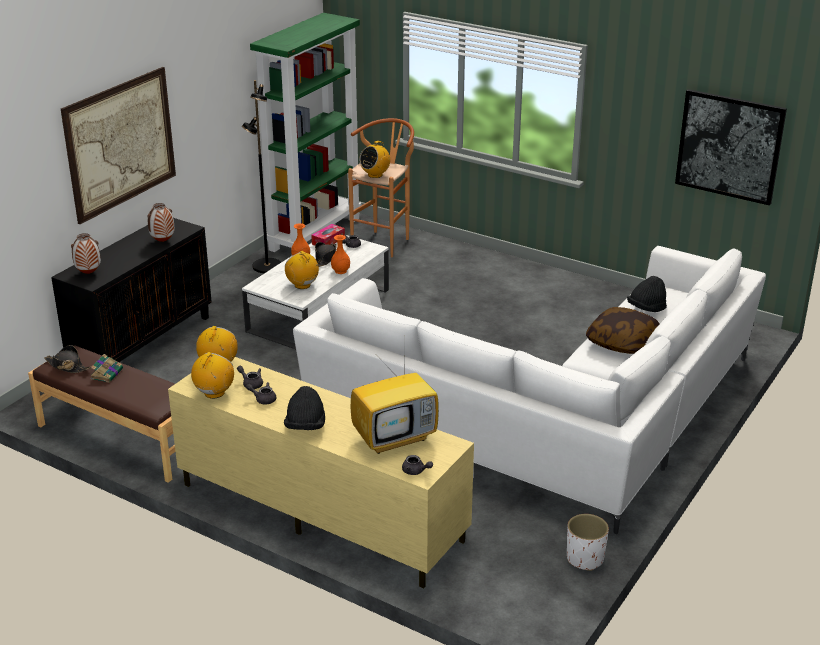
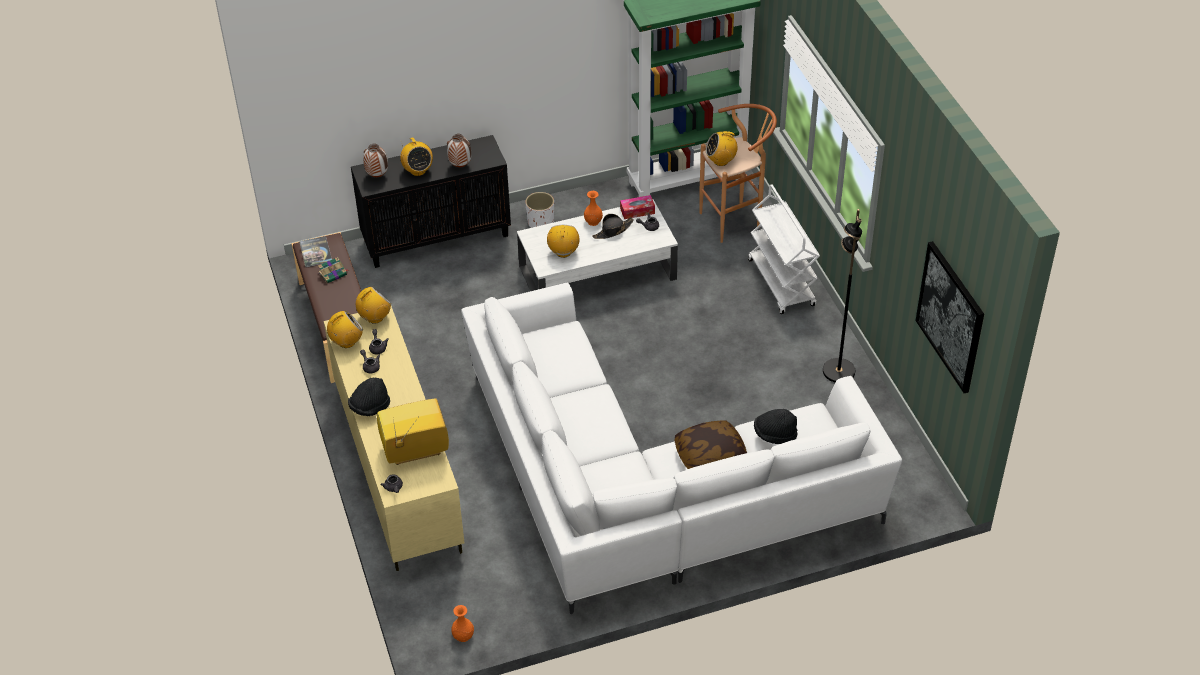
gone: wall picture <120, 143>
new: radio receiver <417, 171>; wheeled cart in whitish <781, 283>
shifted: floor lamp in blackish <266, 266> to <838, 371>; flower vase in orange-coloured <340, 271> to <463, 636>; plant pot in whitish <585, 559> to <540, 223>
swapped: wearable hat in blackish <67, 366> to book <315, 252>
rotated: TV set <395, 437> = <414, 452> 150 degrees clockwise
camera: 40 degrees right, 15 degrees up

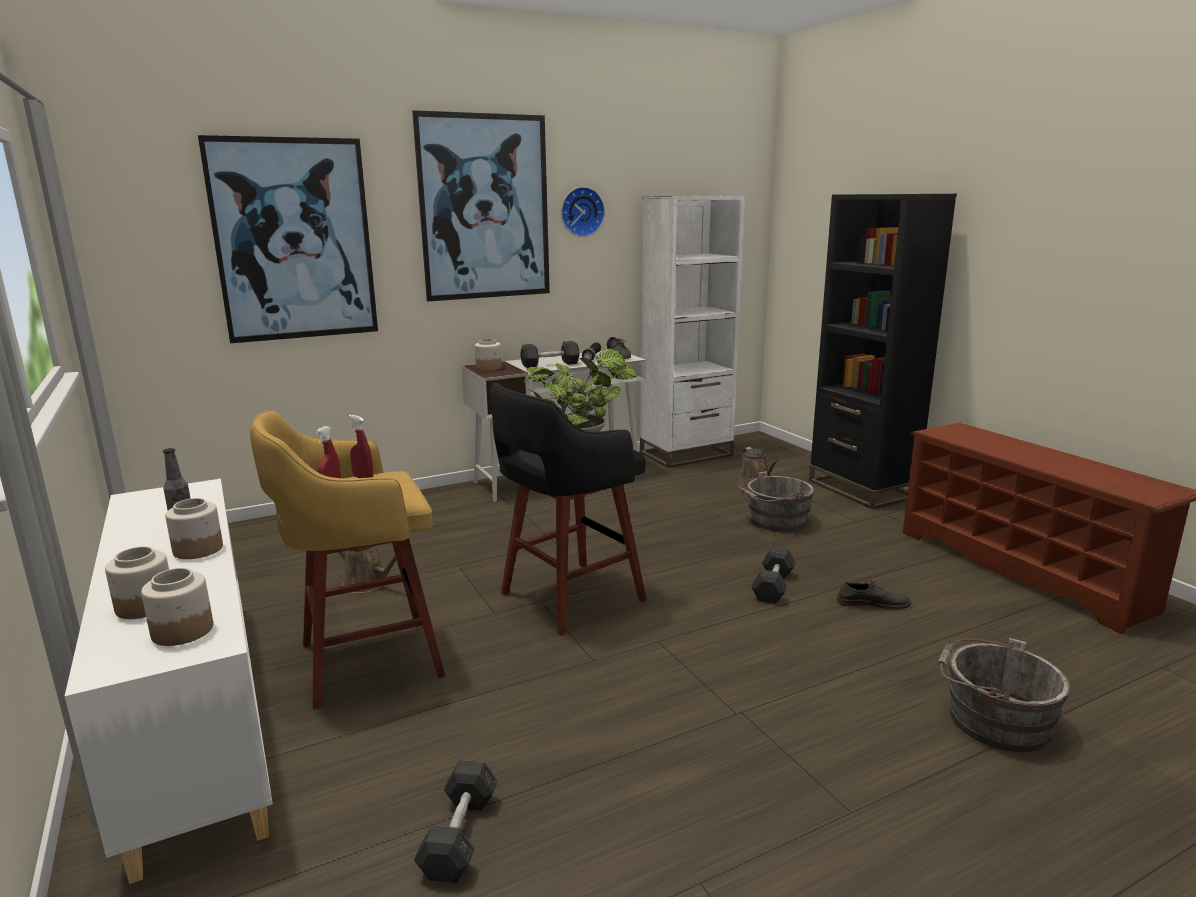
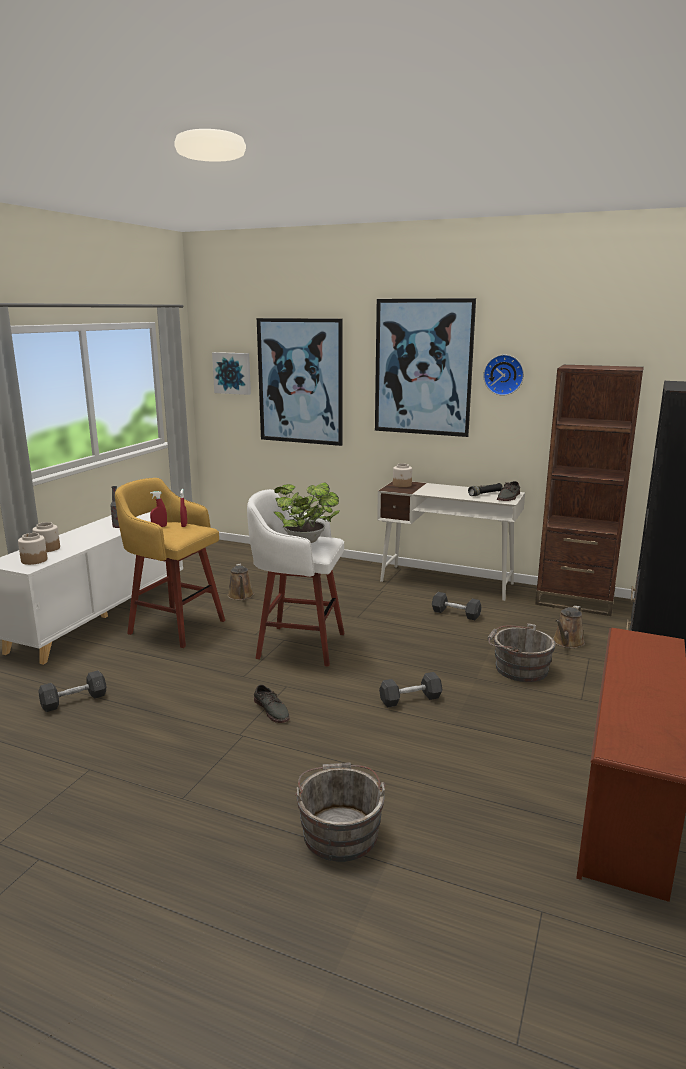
gone: preserve jar <198, 549>
new: wall picture <232, 373>
shifted: dumbbell in greyish <550, 364> to <455, 614>; low shoe in greyish <873, 603> to <272, 710>
repainted: bookcase in whitish <686, 454> to bookcase in brownish <575, 601>; stool seat in blackish <568, 598> to stool seat in whitish <298, 645>
camera: 50 degrees right, 0 degrees up

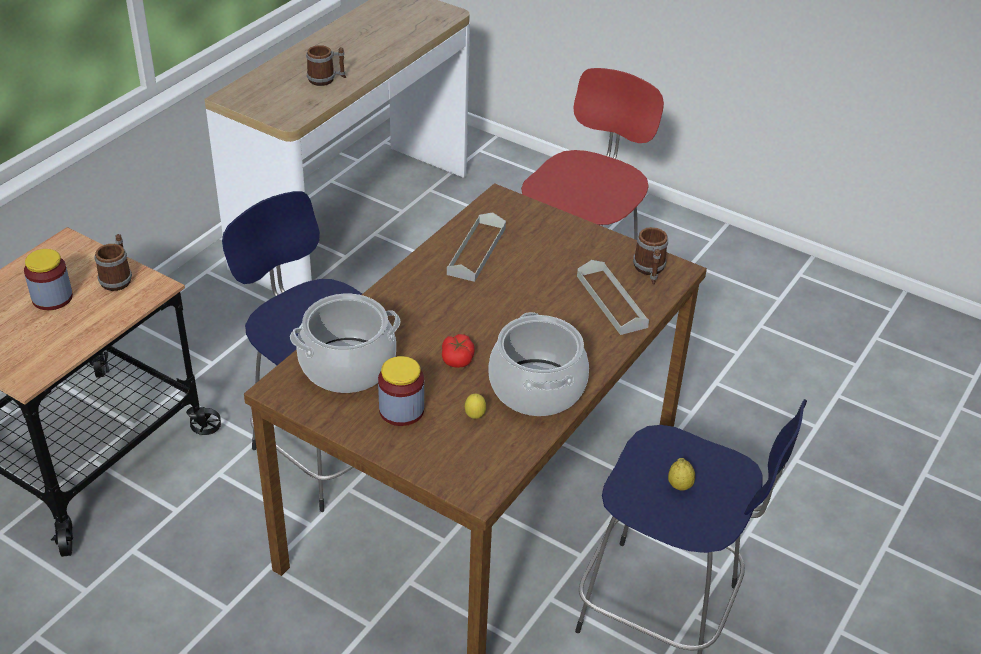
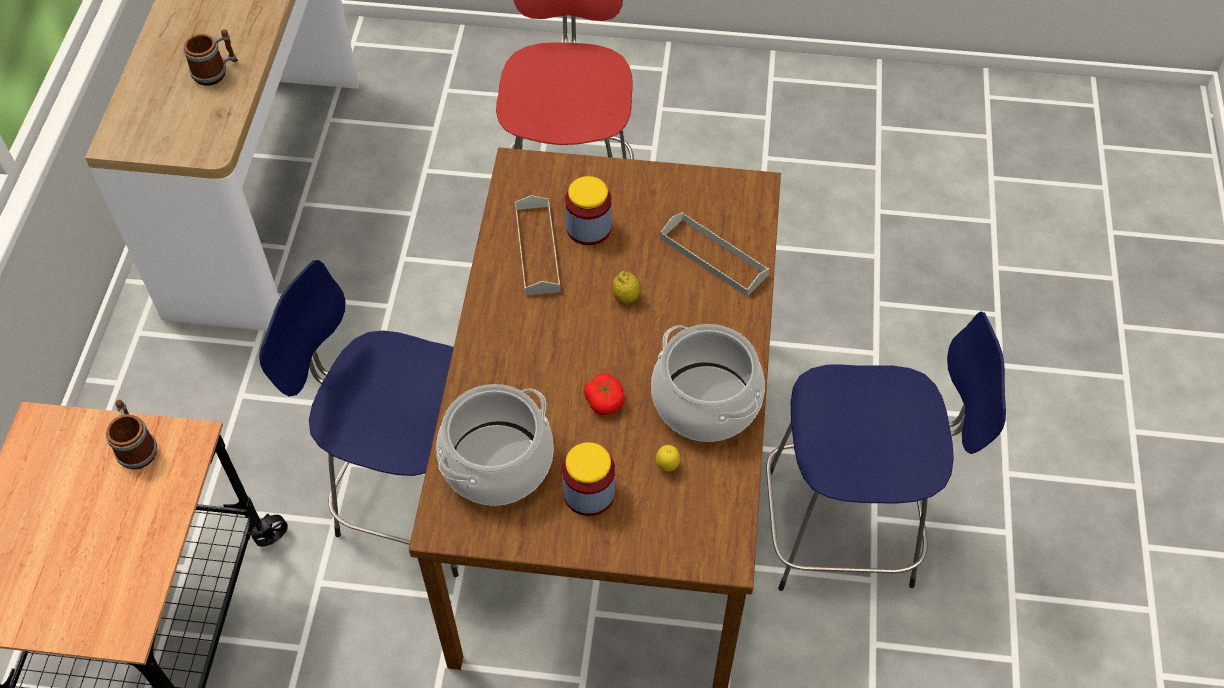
gone: mug <649, 270>
shifted: preserve jar <52, 298> to <588, 228>; whole lemon <679, 486> to <626, 297>
camera: 25 degrees left, 15 degrees up

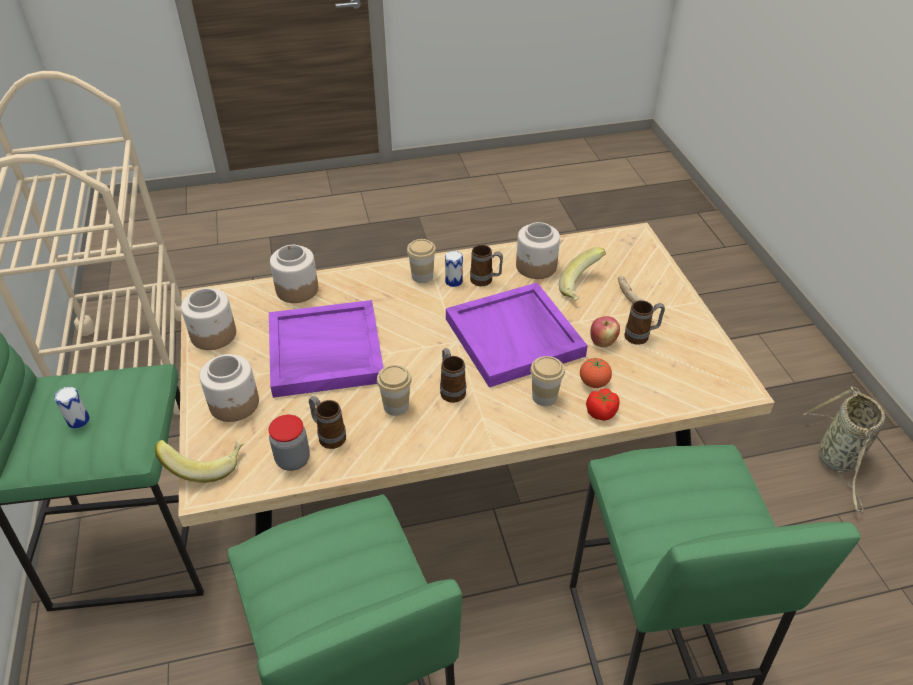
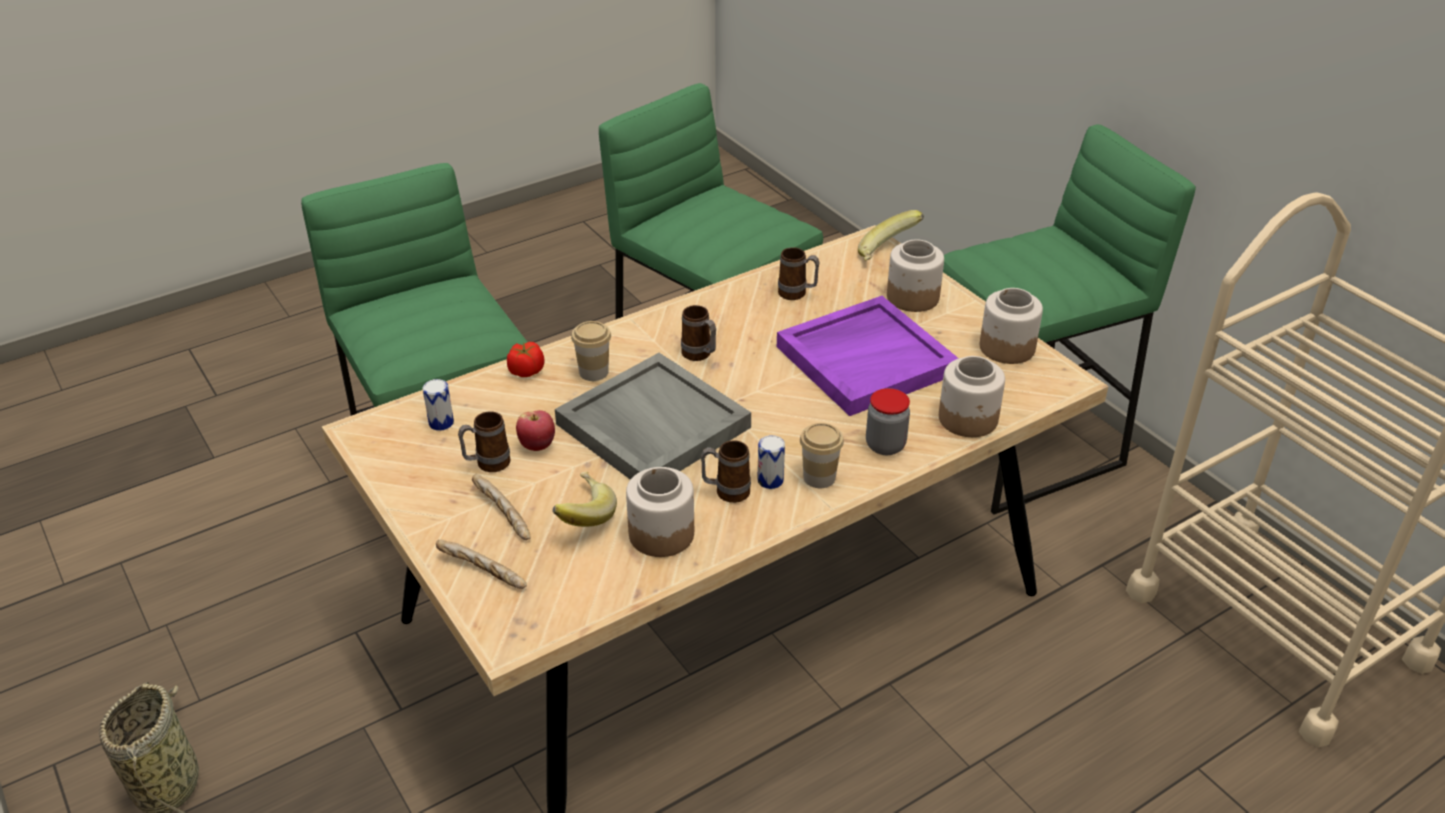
gone: fresh tomato <594, 383>; small cup <396, 406>
new: bread <482, 572>
shifted: metal can <78, 420> to <441, 423>; preserve jar <293, 460> to <885, 445>
repainted: tray in purplish <515, 337> to tray in greyish <651, 425>
camera: 160 degrees right, 5 degrees down

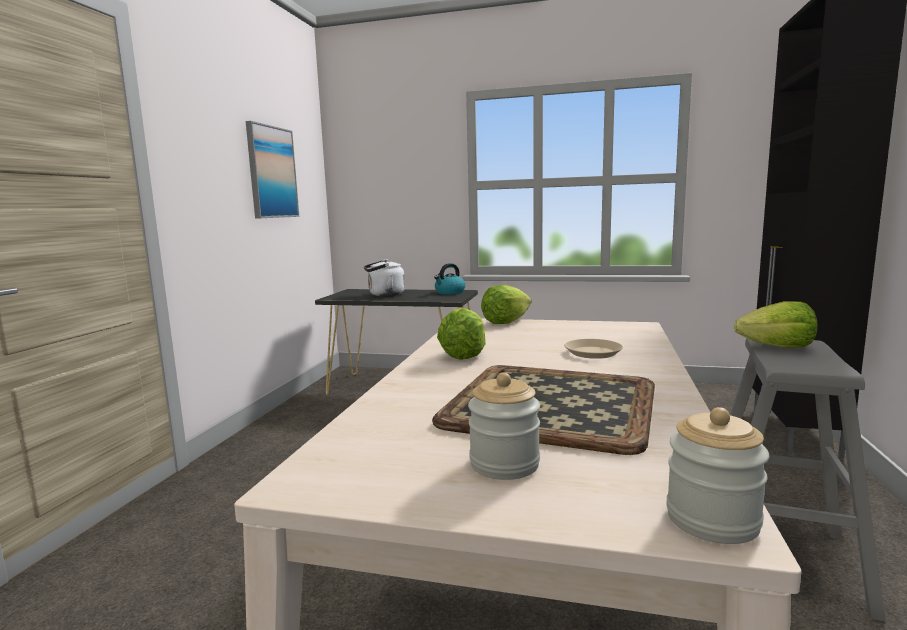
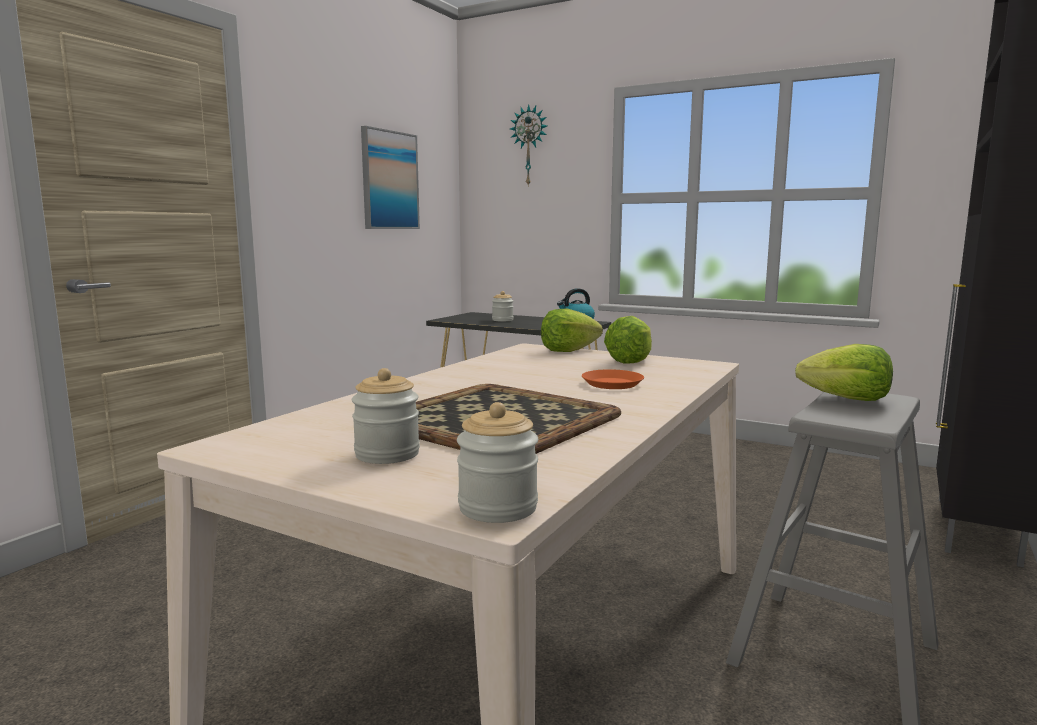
new: wall clock <530, 146>
shifted: head of lettuce <465, 354> to <630, 361>
swapped: kettle in whitish <384, 295> to preserve jar <502, 320>
repainted: plate in sand-coloured <593, 353> to plate in orange-coloured <612, 384>
camera: 15 degrees right, 0 degrees up

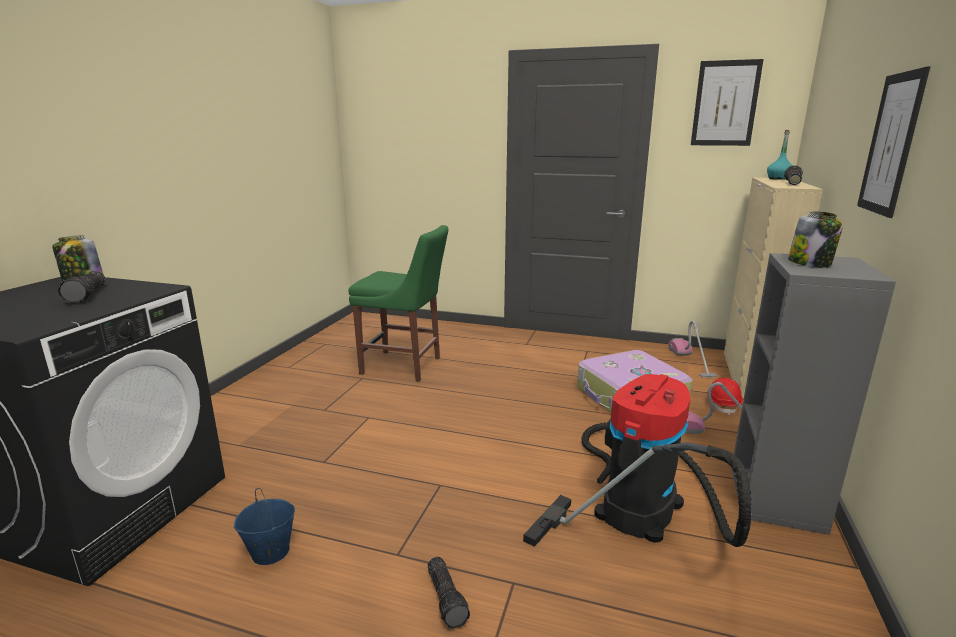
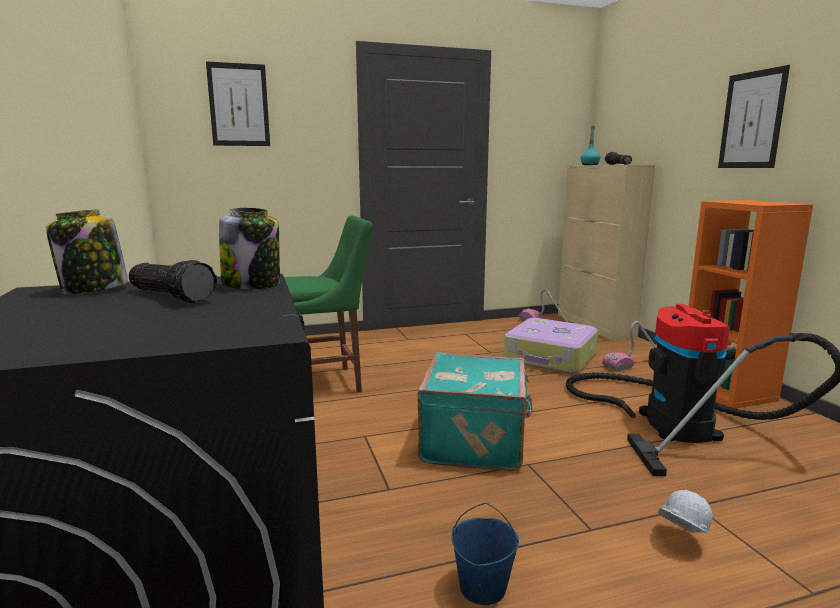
gone: hard hat in reddish <722, 404>
new: travel case in turquoise-coloured <476, 441>
shifted: wall picture <725, 103> to <239, 105>; preserve jar <810, 263> to <252, 284>
swapped: torch <447, 598> to hard hat in whitish <679, 539>
repainted: bookcase in greyish <777, 499> to bookcase in orange-coloured <728, 391>
camera: 35 degrees left, 5 degrees down

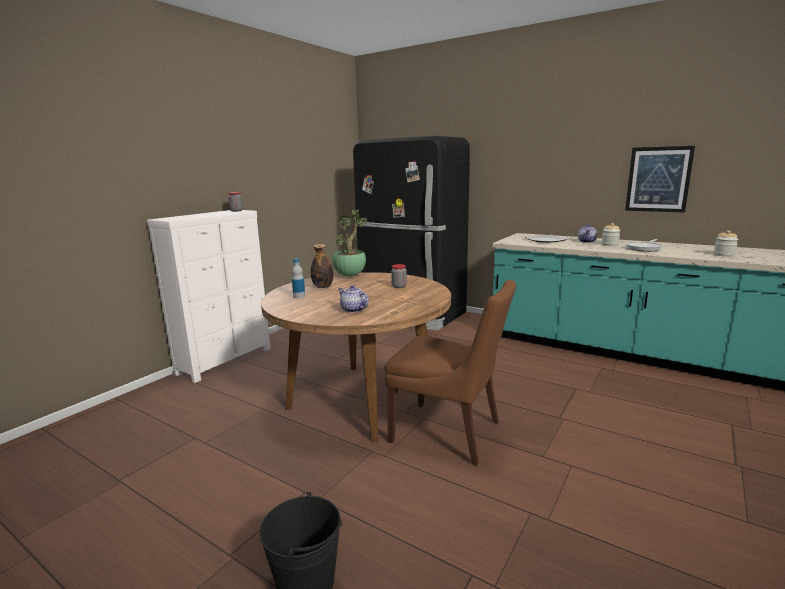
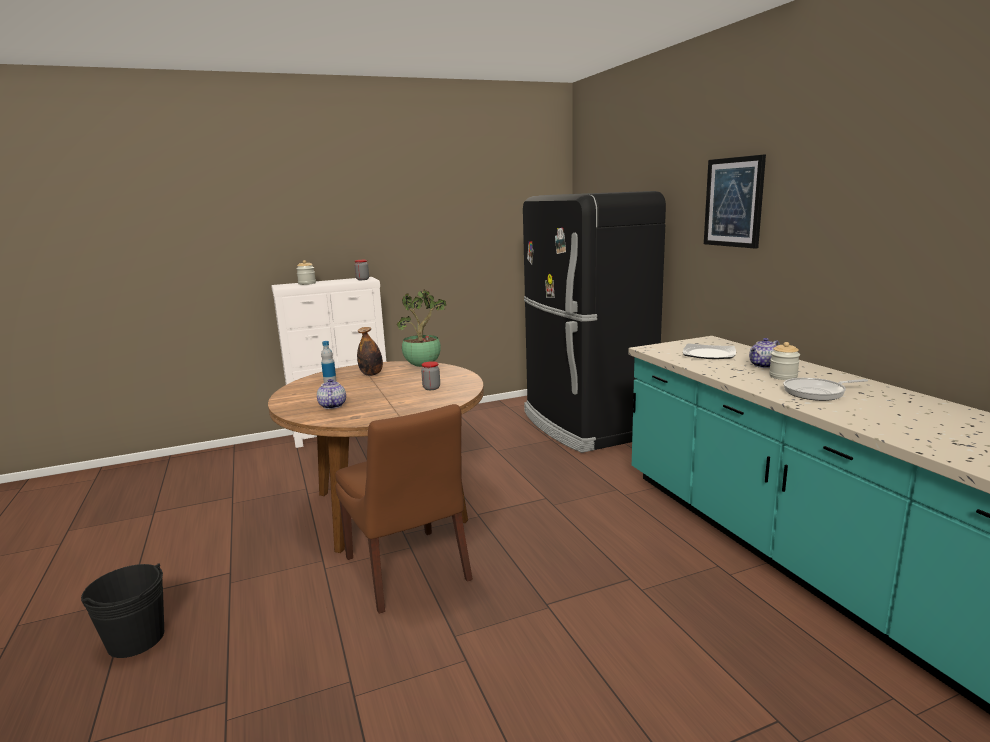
shifted: wall picture <658, 179> to <734, 202>; preserve jar <724, 255> to <307, 283>
camera: 35 degrees right, 0 degrees up

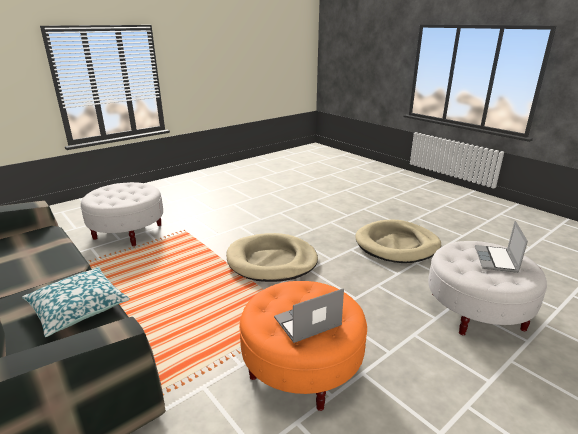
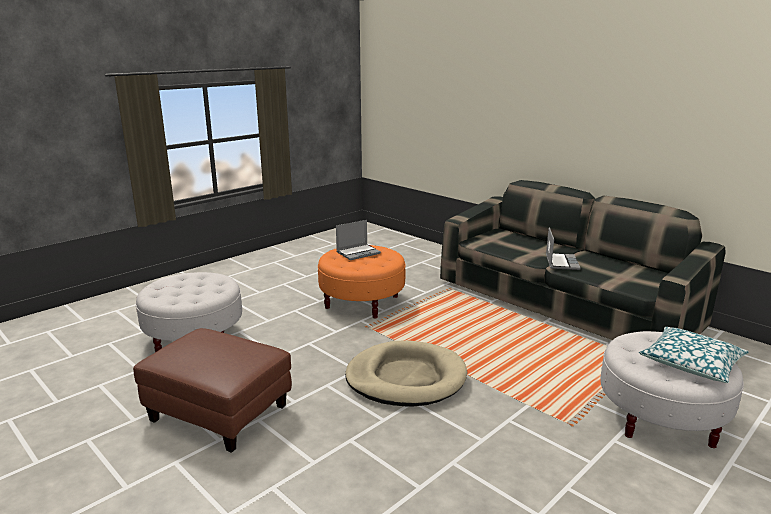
shifted: laptop <496, 260> to <561, 262>; pillow <78, 308> to <691, 363>
swapped: dog bed in sand-coloured <397, 245> to ottoman in brownish <218, 413>
camera: 175 degrees right, 5 degrees down

